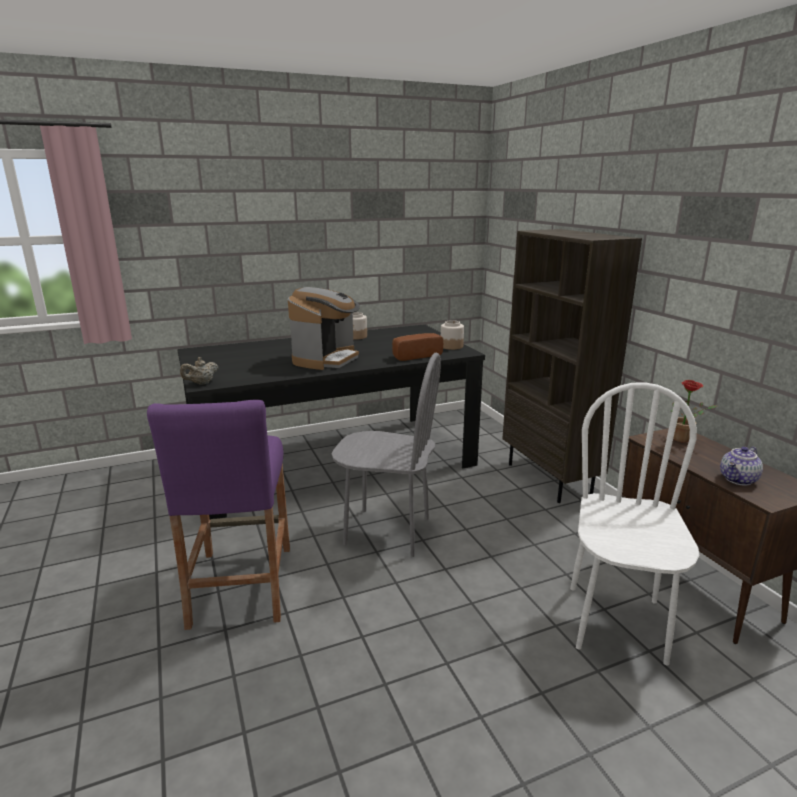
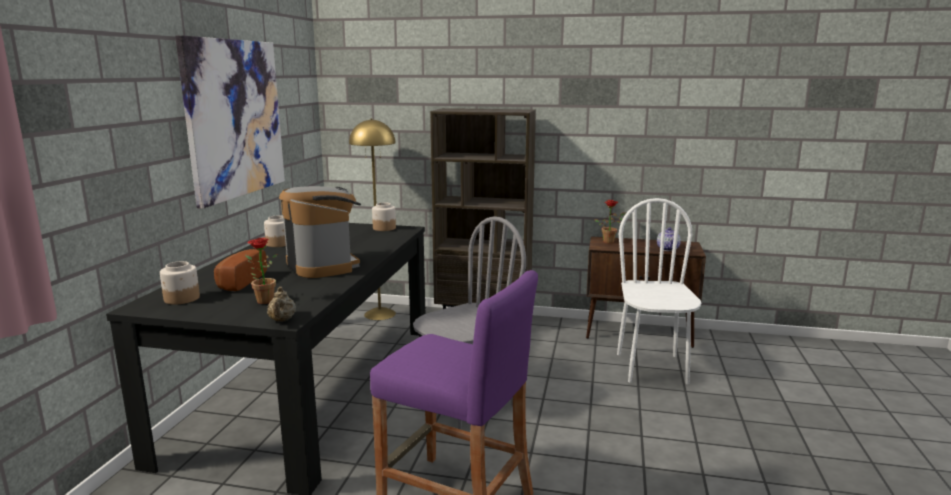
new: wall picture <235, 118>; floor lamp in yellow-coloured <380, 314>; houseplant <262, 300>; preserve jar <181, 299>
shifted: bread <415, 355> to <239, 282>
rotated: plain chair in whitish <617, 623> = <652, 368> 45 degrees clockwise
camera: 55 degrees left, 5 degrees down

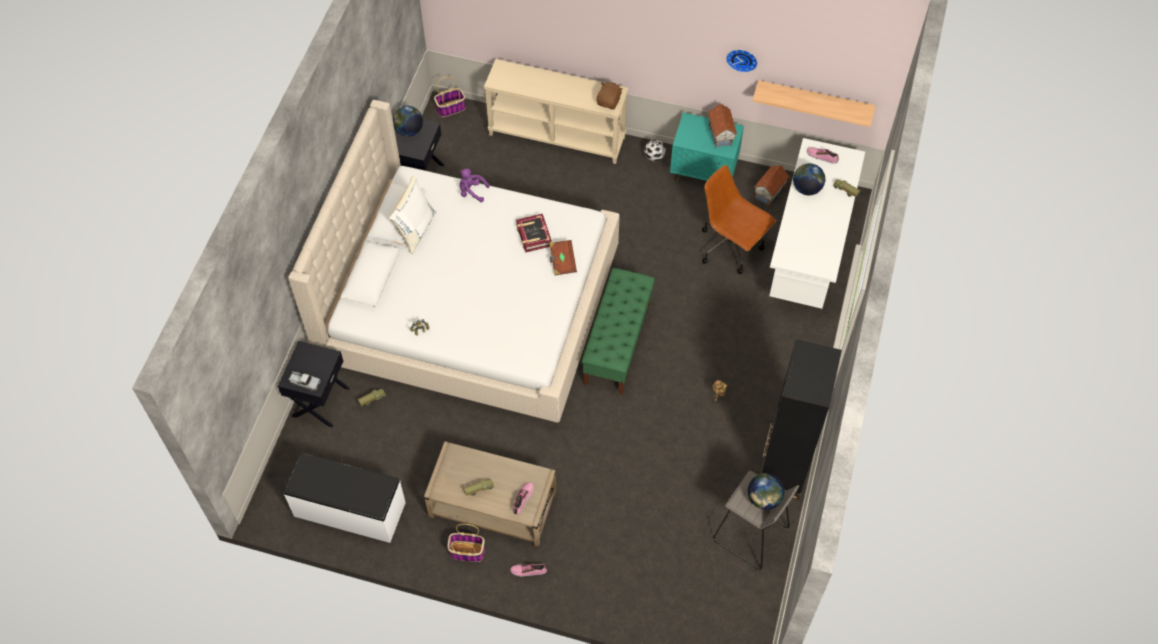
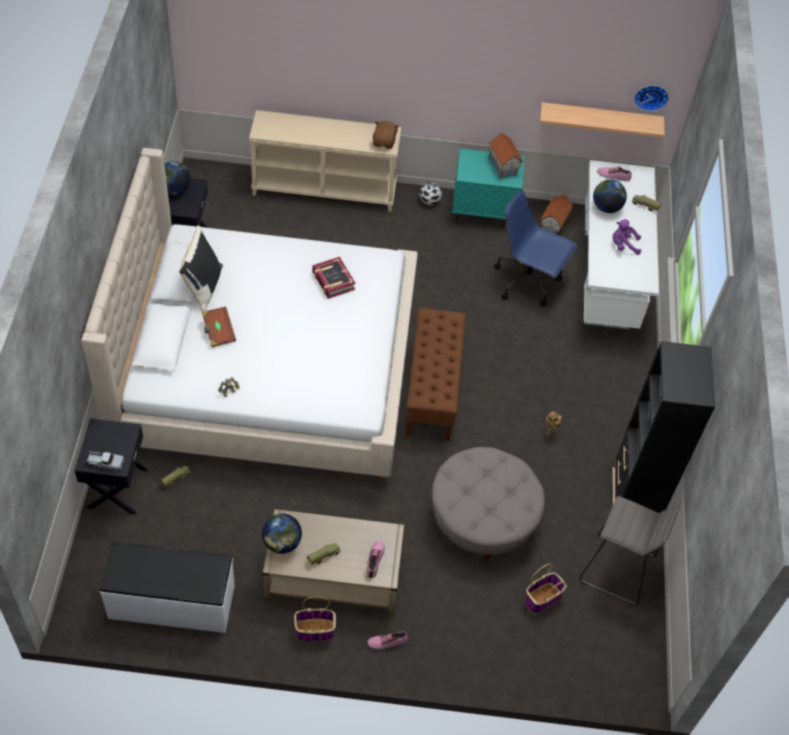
new: ottoman in greyish <482, 518>
shifted: wall clock <742, 58> to <651, 96>; household basket <451, 108> to <543, 598>; cuddly toy in purplish <472, 192> to <623, 245>; book in brownish <562, 262> to <218, 332>; world globe <763, 499> to <282, 543>
repainted: desk chair in brownish <731, 247> to desk chair in blue-coloured <528, 281>; pillow in whitish <415, 229> to pillow in blackish <203, 287>; long seat in green-coloured <617, 343> to long seat in brownish <432, 389>
camera: 15 degrees left, 5 degrees down

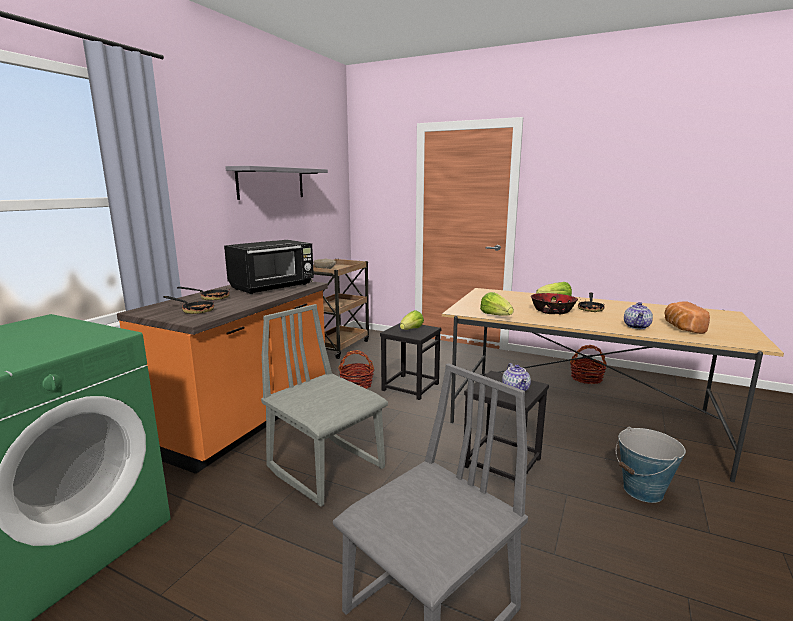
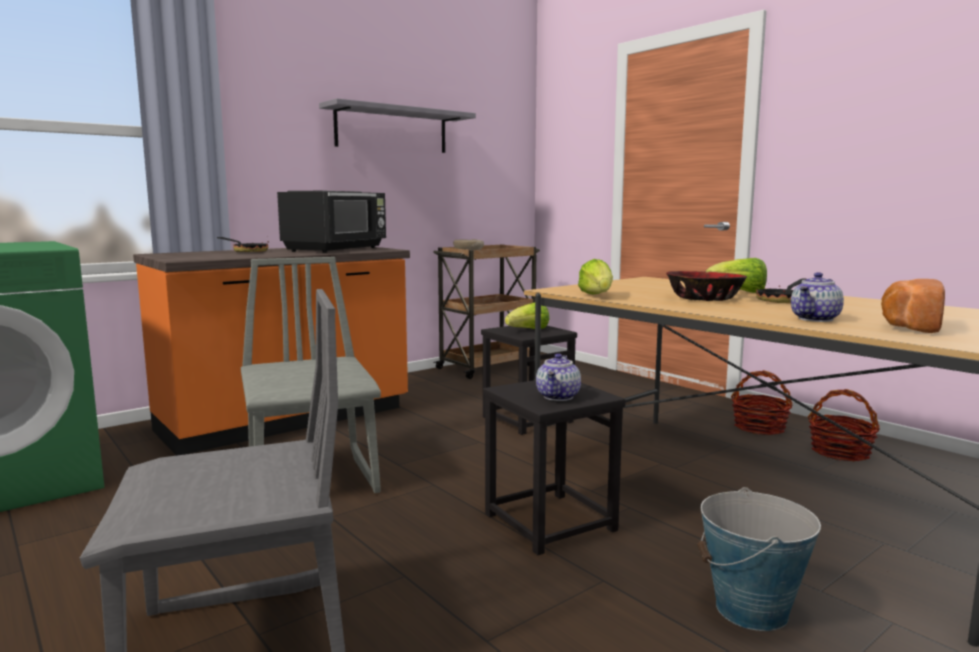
gone: pan <194, 310>
shifted: household basket <356, 385> to <759, 427>
rotated: microwave in blackish <273, 287> = <337, 249> 45 degrees counterclockwise
camera: 25 degrees right, 5 degrees down

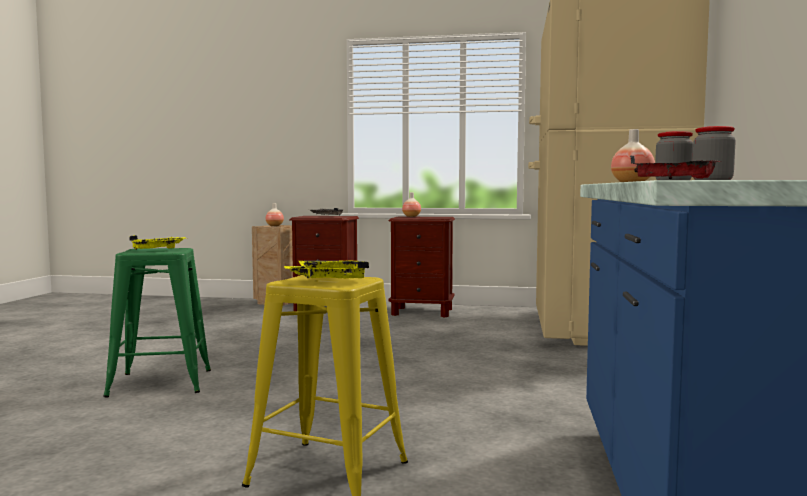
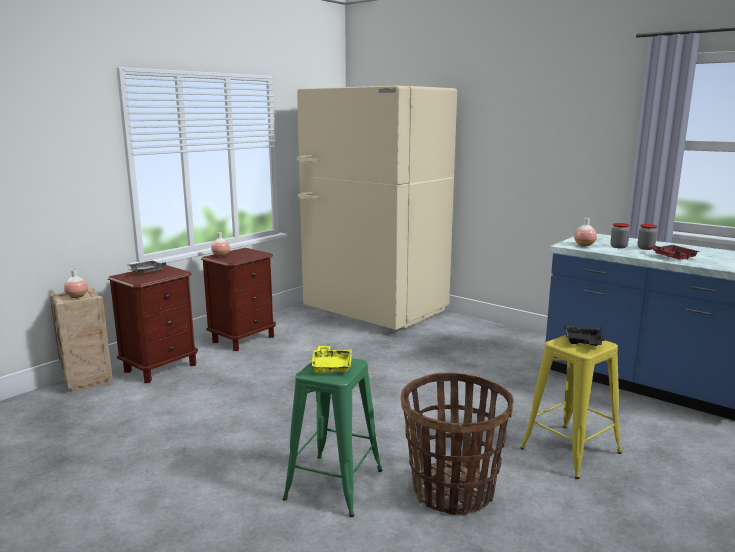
new: household basket <453, 491>
repainted: tray in yellow-coloured <328, 280> to tray in blackish <583, 342>
camera: 60 degrees left, 10 degrees up

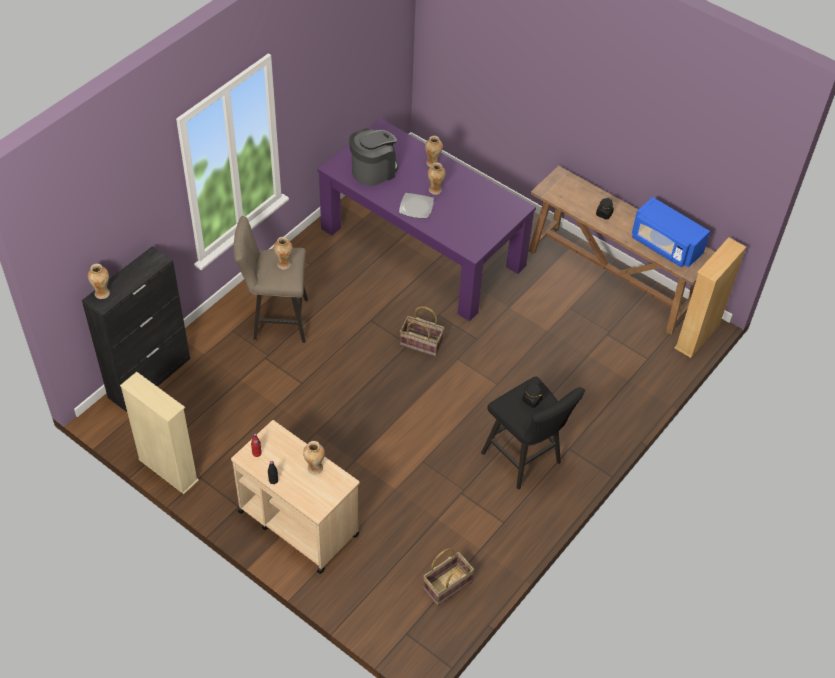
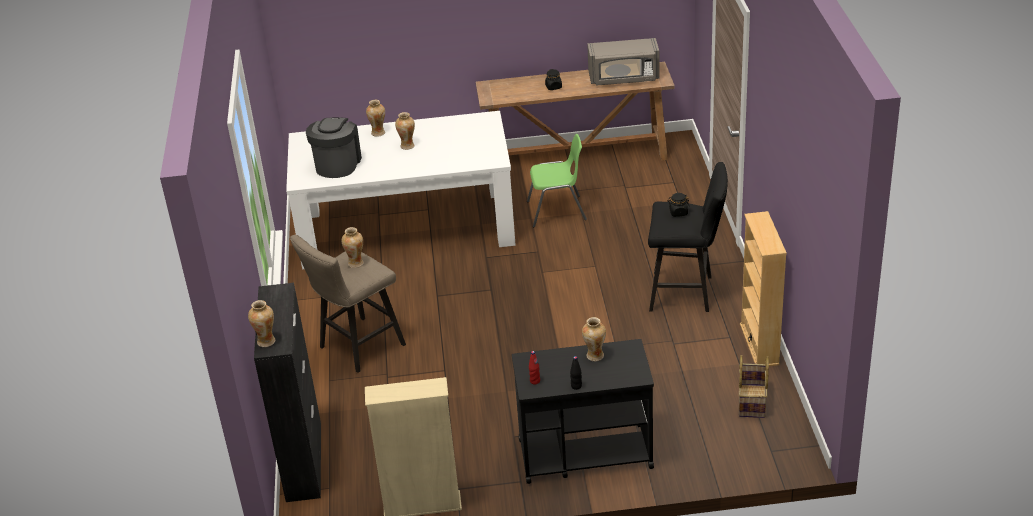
gone: plate <416, 207>; household basket <421, 343>
new: plain chair in green-coloured <557, 211>
shifted: bookcase in sand-coloured <697, 336> to <759, 344>
repainted: dinner table in purplish <422, 247> to dinner table in whitish <406, 227>; microwave in blue-coloured <665, 246> to microwave in greyish <624, 78>; wheeled cart in sand-coloured <298, 522> to wheeled cart in blackish <584, 453>
camera: 40 degrees left, 15 degrees down

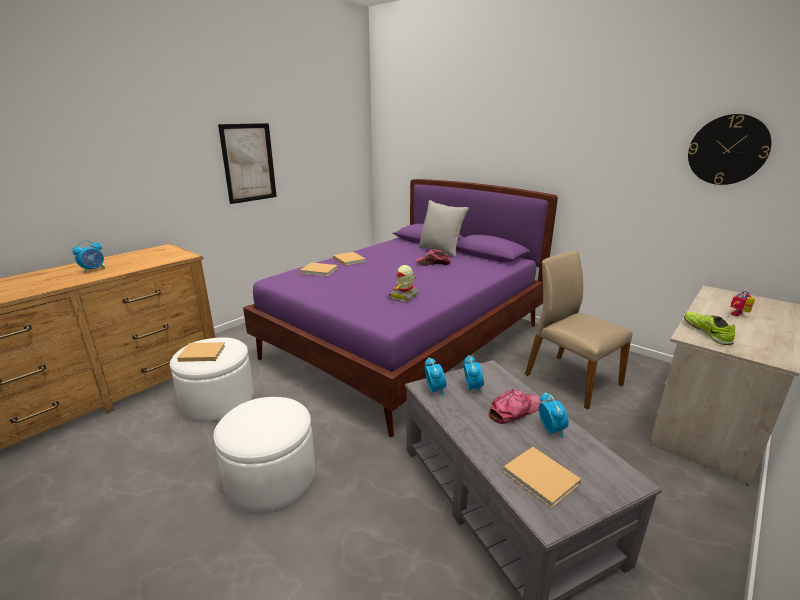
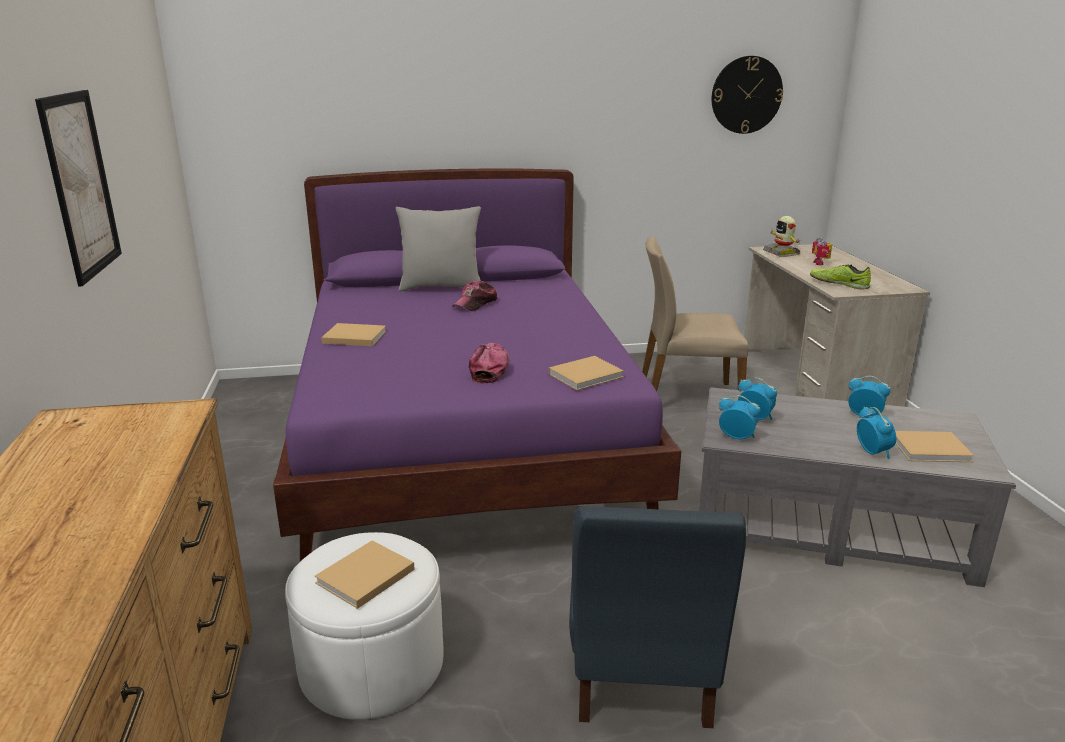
shifted: alarm clock <93, 270> to <873, 452>; book in sand-coloured <320, 271> to <587, 375>; robot figure <404, 297> to <782, 253>; peaked cap <514, 411> to <490, 369>
swapped: ottoman in whitish <271, 477> to plain chair in blue-coloured <641, 671>
camera: 50 degrees left, 0 degrees up

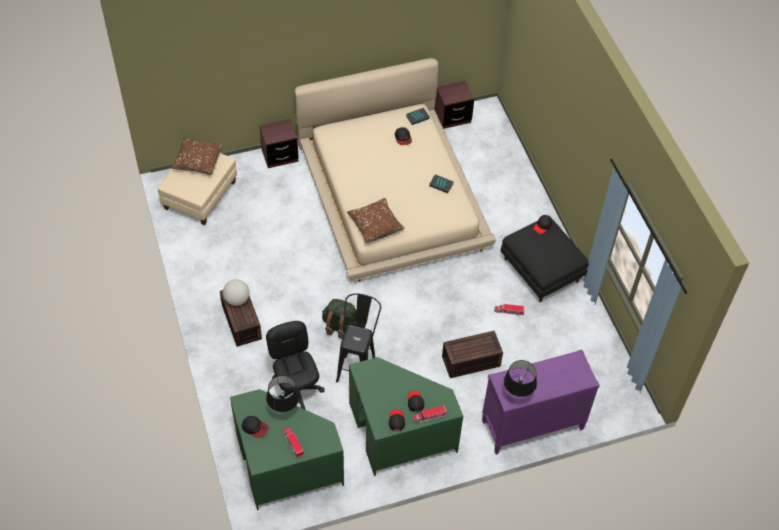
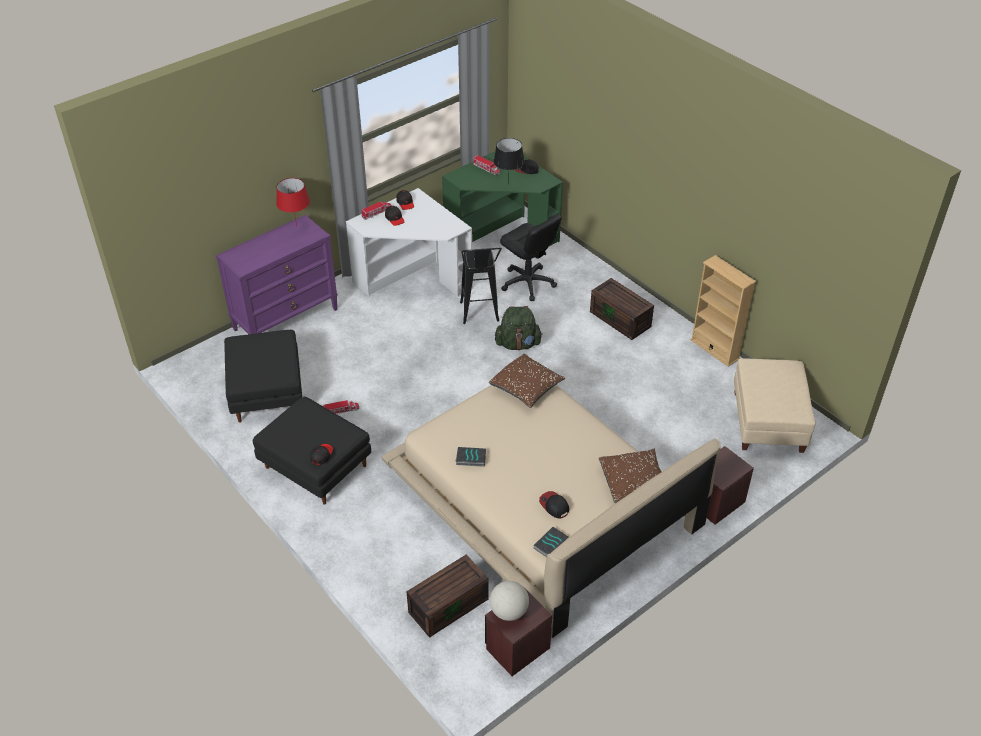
new: bookcase in sand-coloured <714, 349>; ottoman in blackish <266, 391>
shifted: pillow in brownish <198, 161> to <633, 483>; world globe <237, 300> to <509, 611>; storage box in brownish <470, 362> to <448, 604>
repainted: desk in green-coloured <399, 435> to desk in whitish <413, 279>; tabletop lamp in blackish <516, 397> to tabletop lamp in reddish <296, 226>
camera: 160 degrees right, 10 degrees down

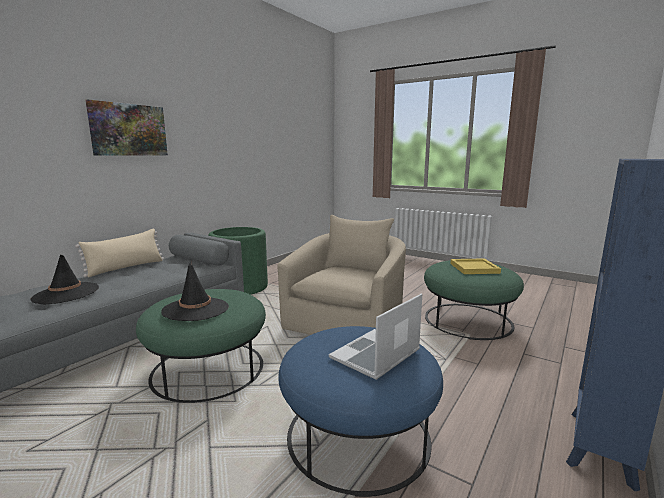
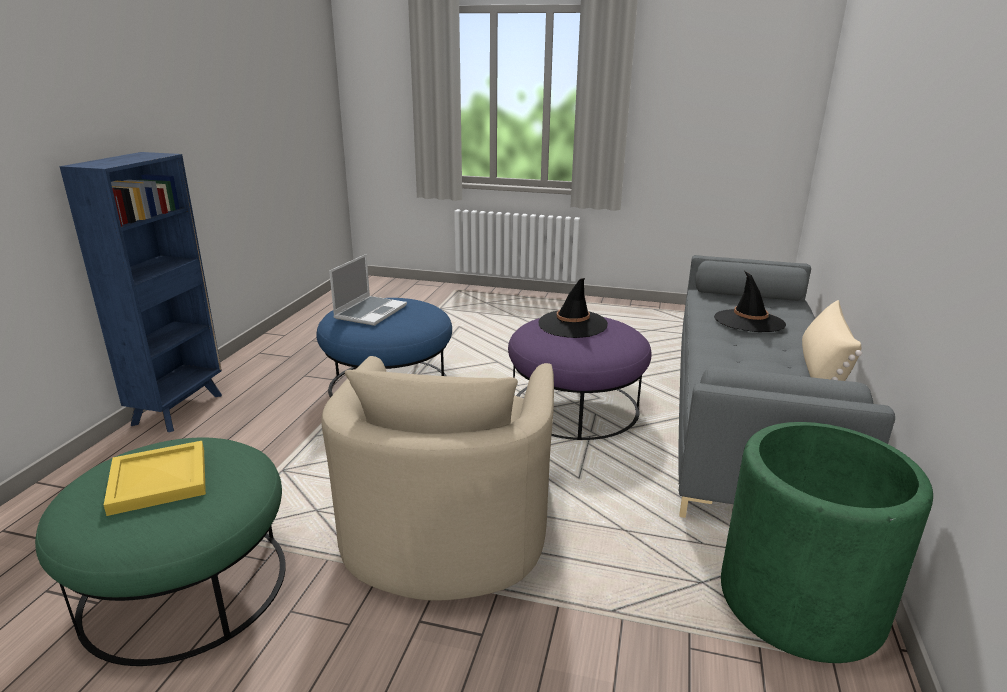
gone: wall picture <129, 130>
repainted: ottoman in green-coloured <208, 369> to ottoman in purplish <575, 407>
camera: 160 degrees right, 10 degrees up

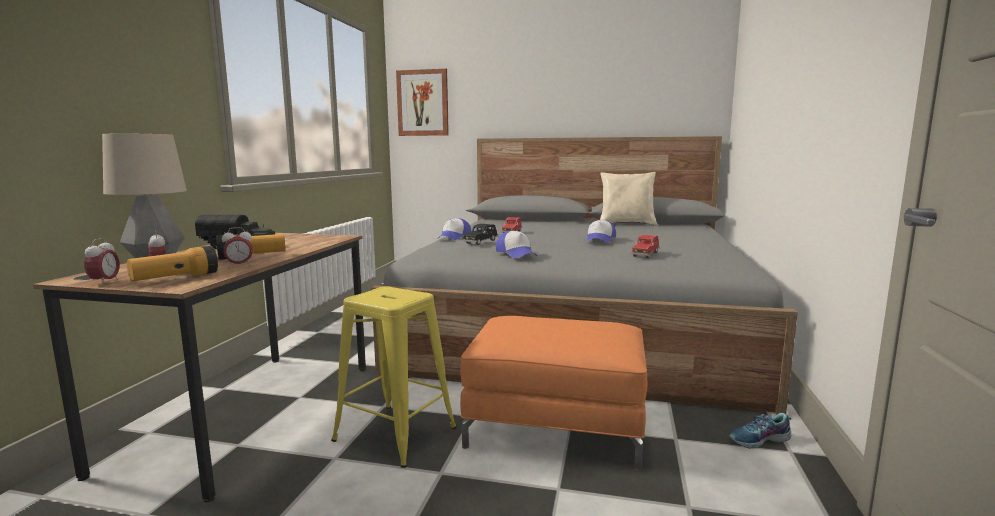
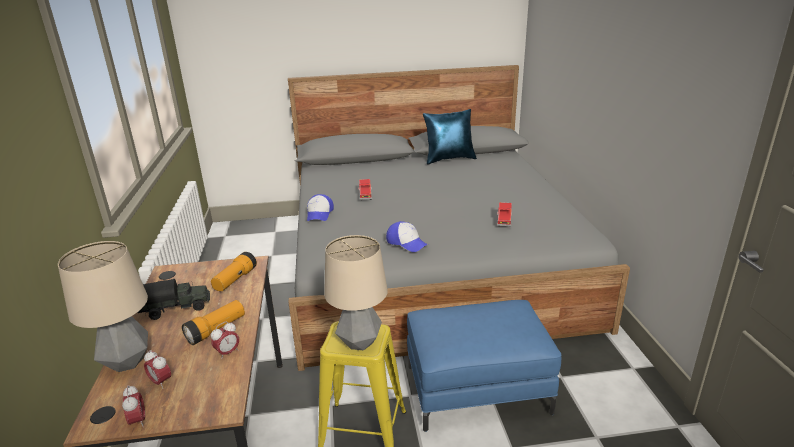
gone: wall picture <423, 103>; peaked cap <600, 239>; toy car in blackish <481, 242>; low shoe <759, 440>
new: tabletop lamp <359, 342>
shifted: torch <176, 278> to <235, 280>
repainted: pillow in sand-coloured <627, 224> to pillow in blue-coloured <449, 159>; ottoman in orange-coloured <555, 427> to ottoman in blue-coloured <477, 389>
camera: 20 degrees left, 15 degrees up

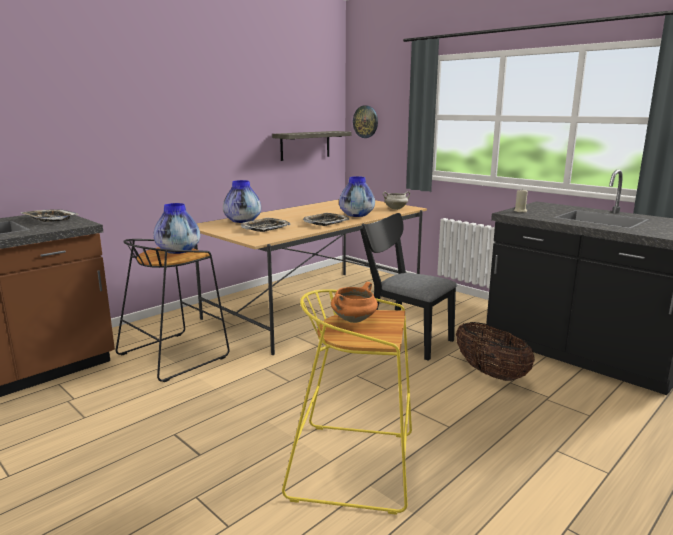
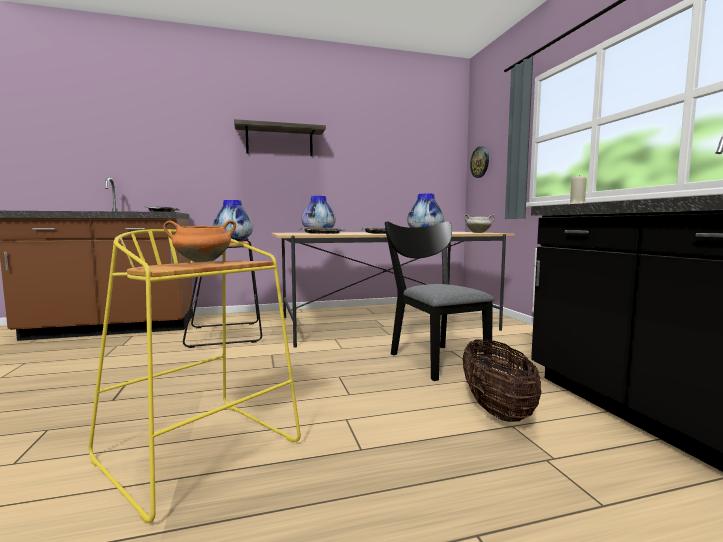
shifted: shelf <305, 145> to <279, 141>
camera: 30 degrees right, 10 degrees down

